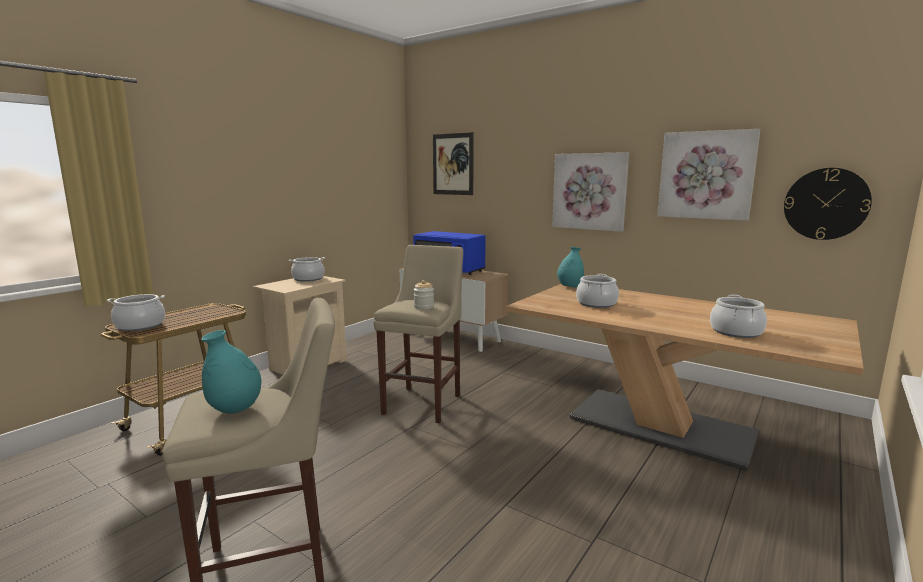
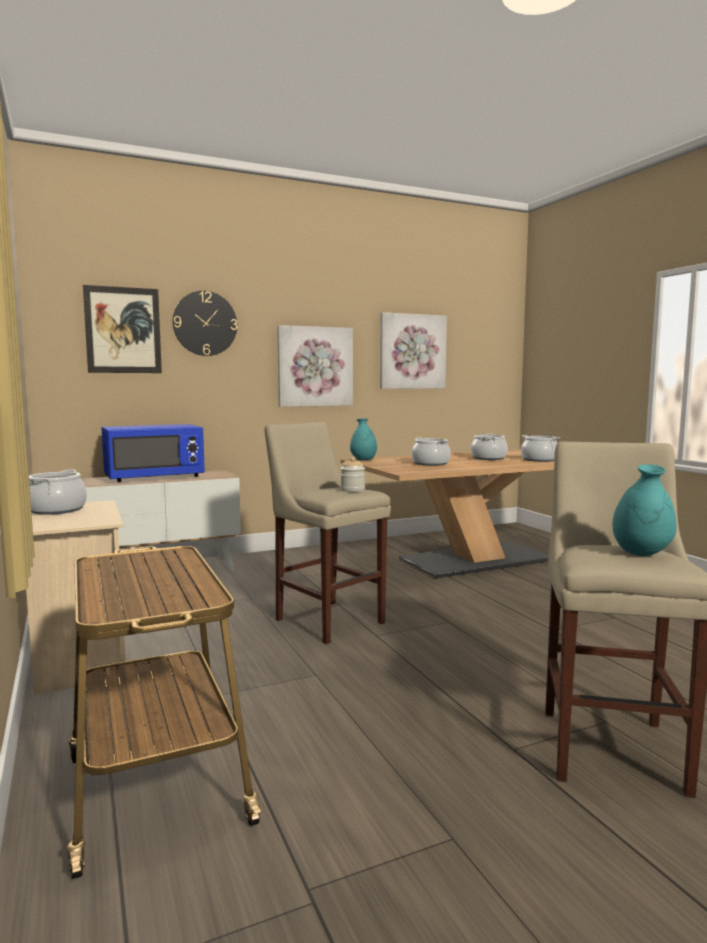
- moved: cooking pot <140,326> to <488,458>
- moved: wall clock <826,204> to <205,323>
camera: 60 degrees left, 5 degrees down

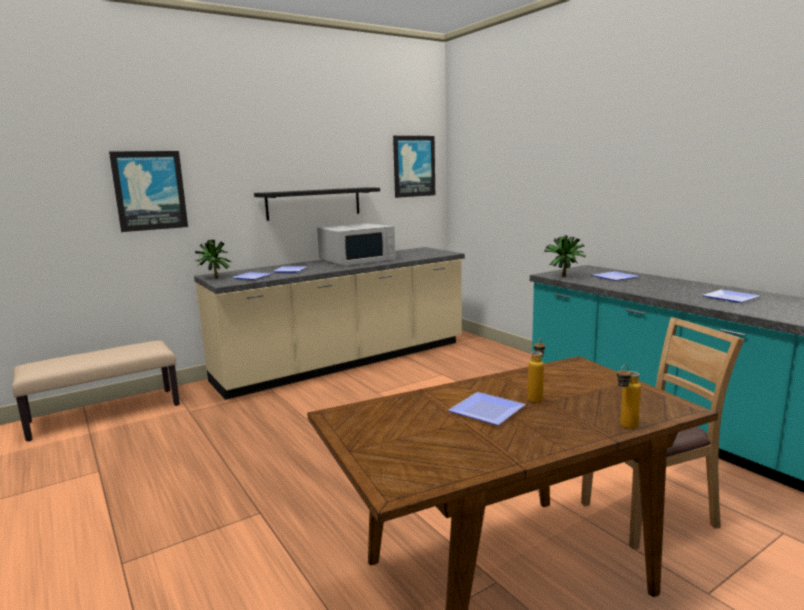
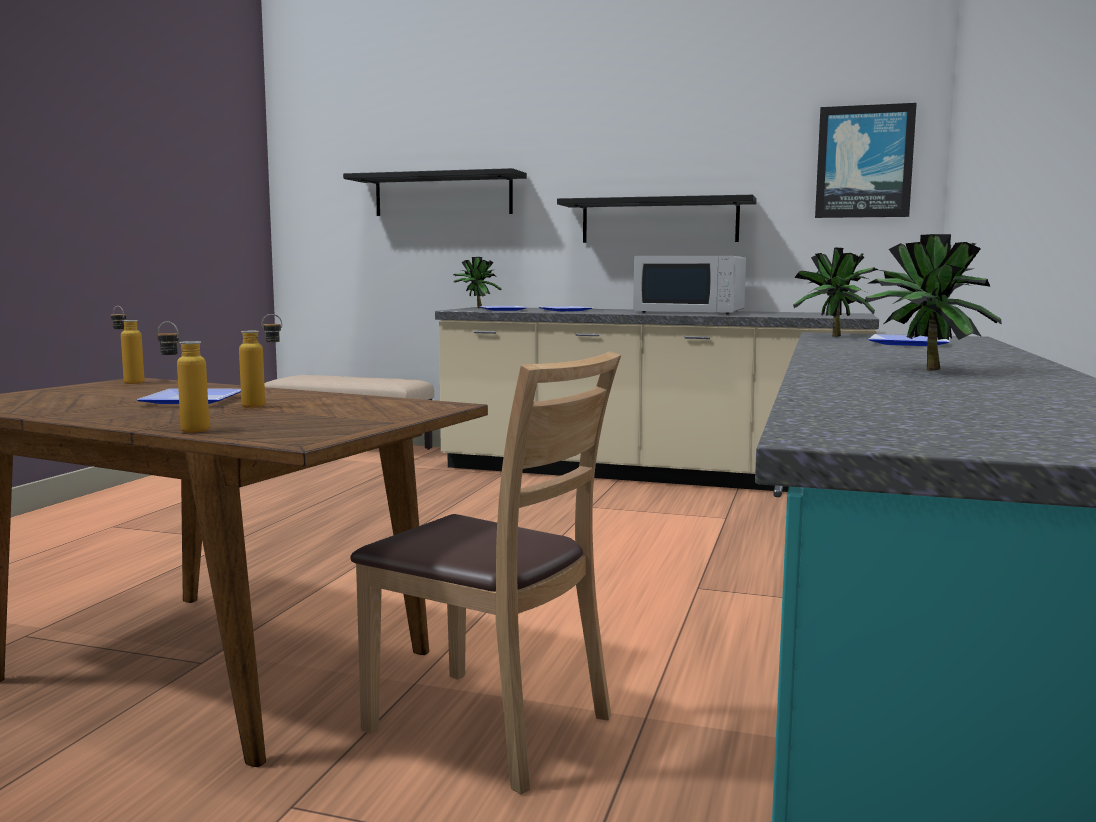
- added: bottle <129,382>
- replaced: picture <149,190> to black shelf <443,195>
- replaced: plate <731,299> to potted plant <922,370>
camera: 50 degrees right, 5 degrees down

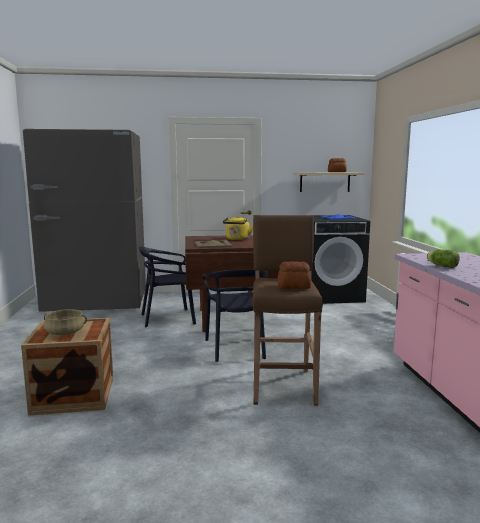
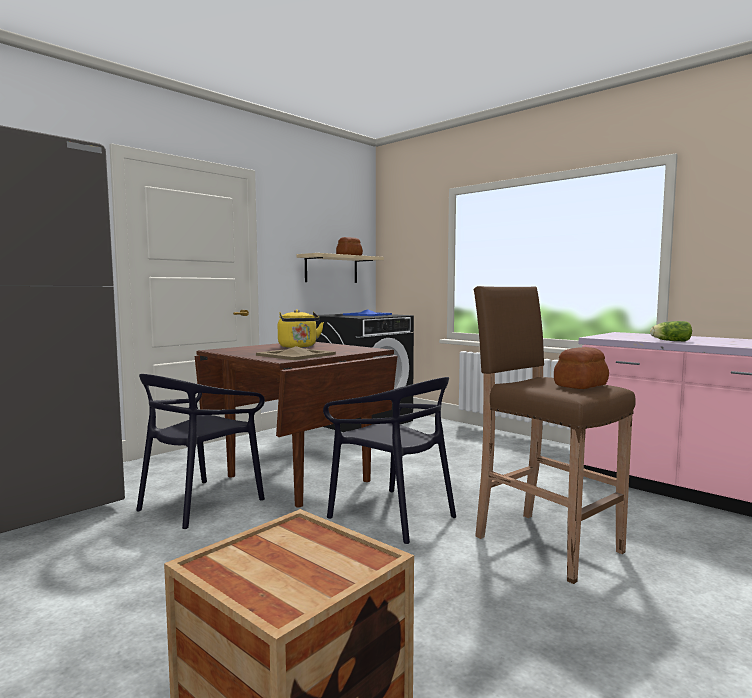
- removed: beige cooking pot <65,333>
camera: 40 degrees left, 5 degrees down

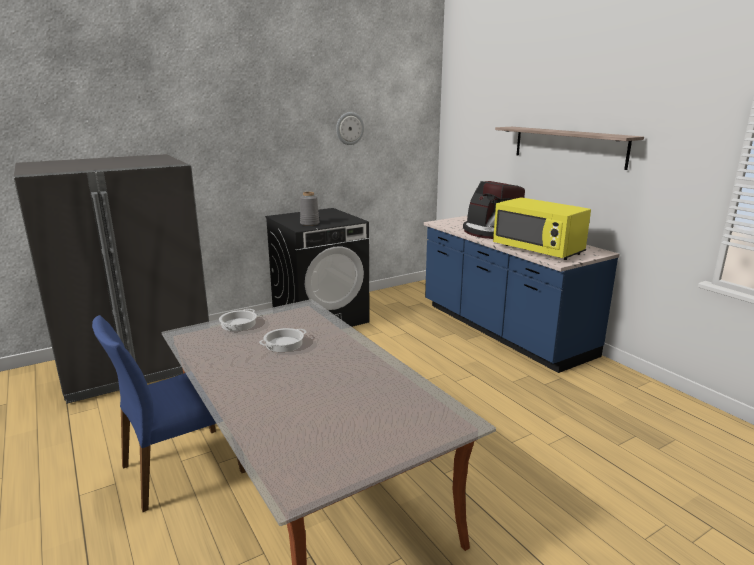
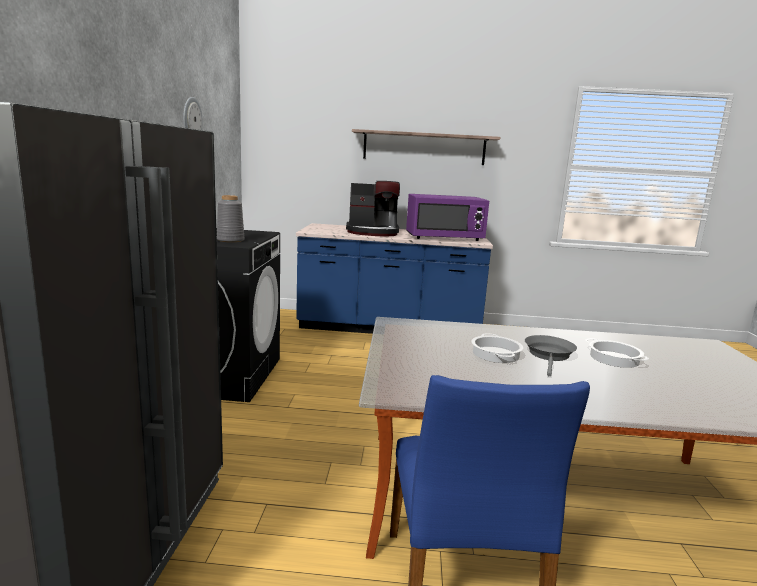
- added: grey frying pan <549,355>
- moved: cooking pot <238,324> to <615,358>
- recoloured: yellow microwave <538,250> to purple microwave <444,238>
camera: 55 degrees left, 5 degrees down

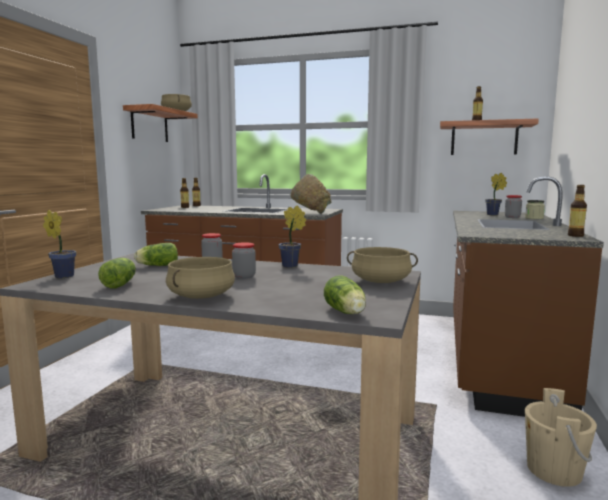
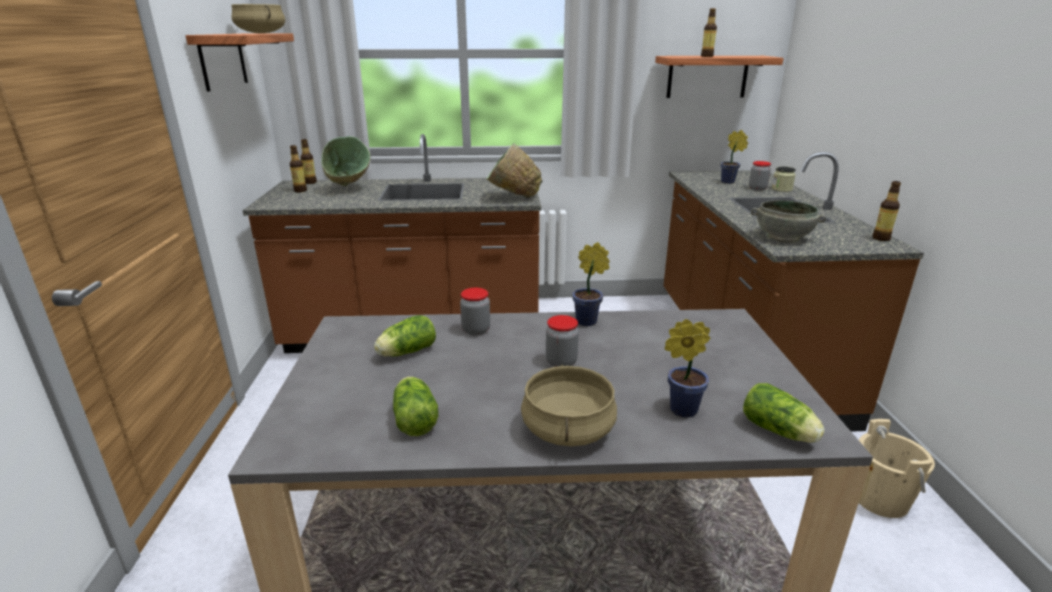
- removed: beige cooking pot <381,281>
- added: green bowl <349,189>
- added: grey bowl <783,237>
- moved: potted plant <62,276> to <679,409>
camera: 20 degrees left, 15 degrees up

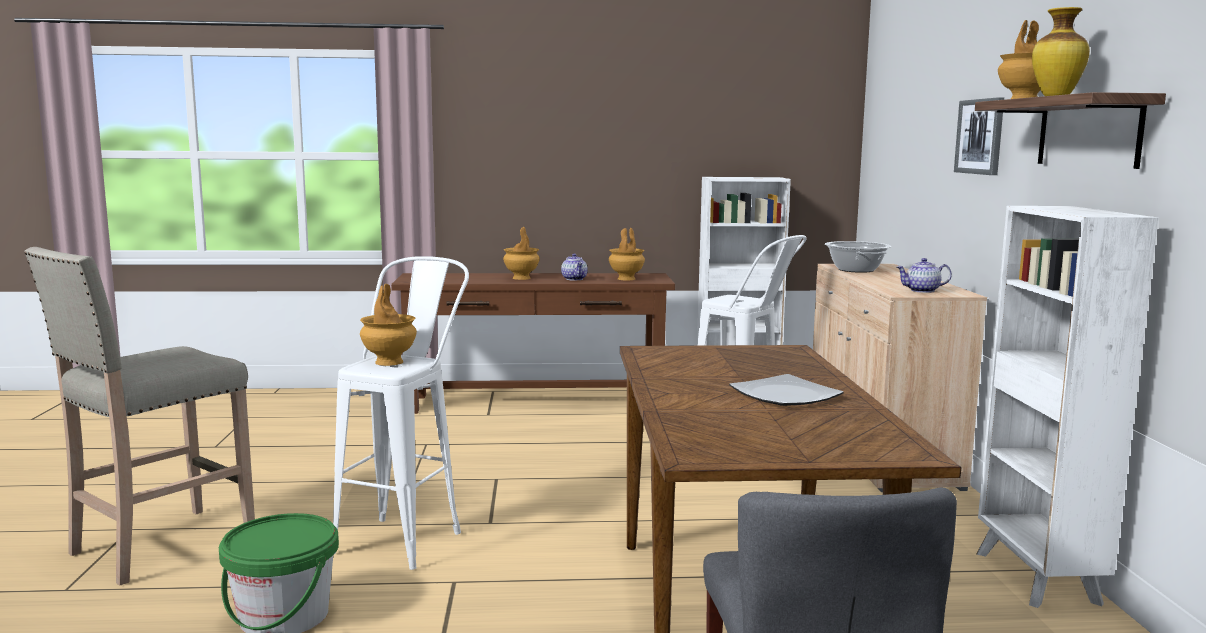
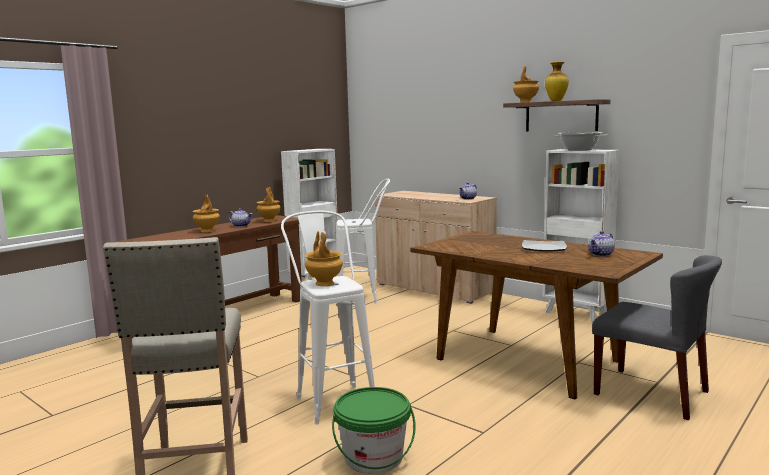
- removed: picture <980,136>
- added: teapot <601,254>
- moved: cooking pot <855,270> to <579,149>
camera: 45 degrees left, 0 degrees up

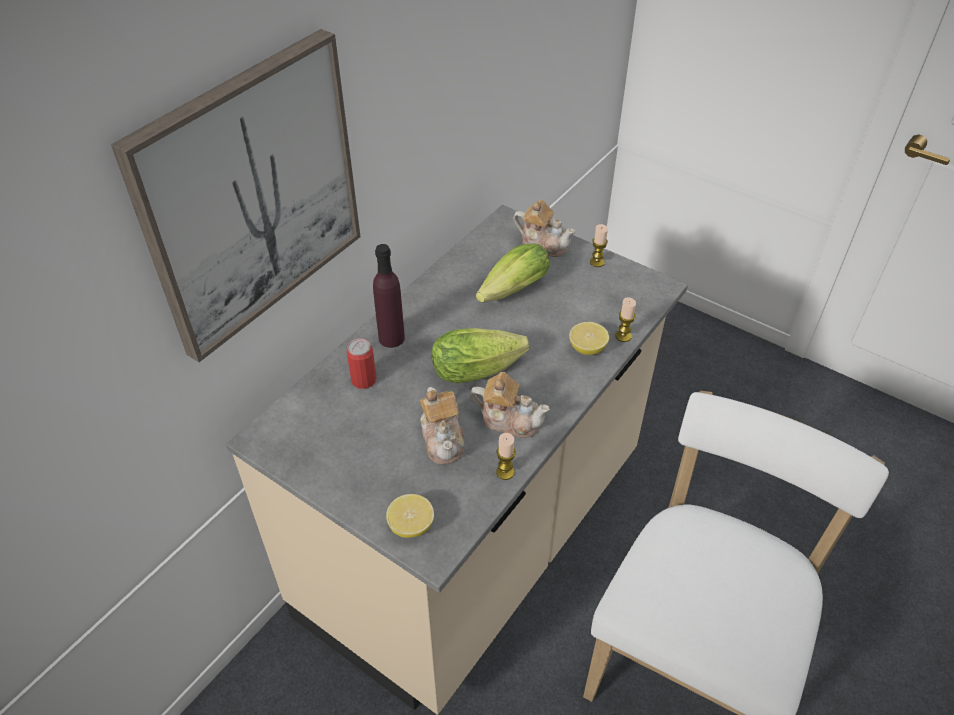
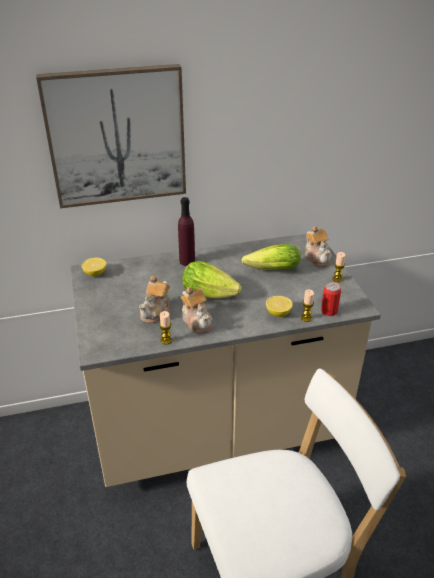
- moved: can <363,380> to <329,311>
- moved: lemon <411,526> to <95,273>
camera: 40 degrees right, 10 degrees down

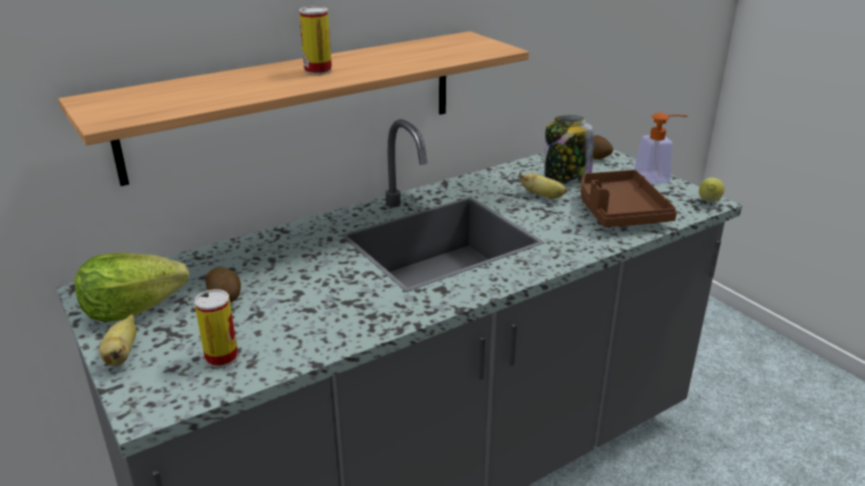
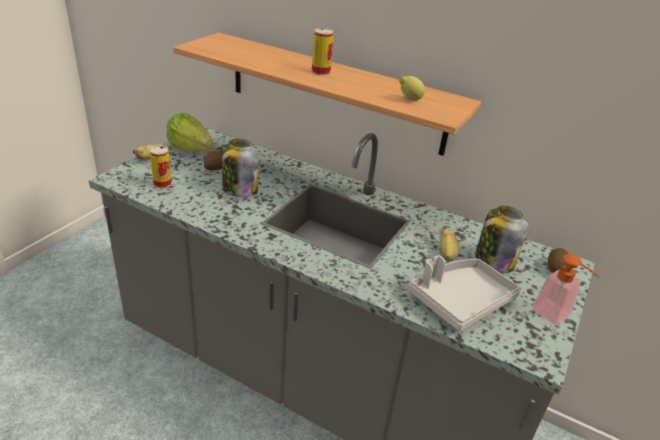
- added: jar <239,189>
- moved: lemon <708,202> to <409,99>
- recoloured: brown tray <619,211> to grey tray <460,300>
camera: 60 degrees right, 5 degrees up

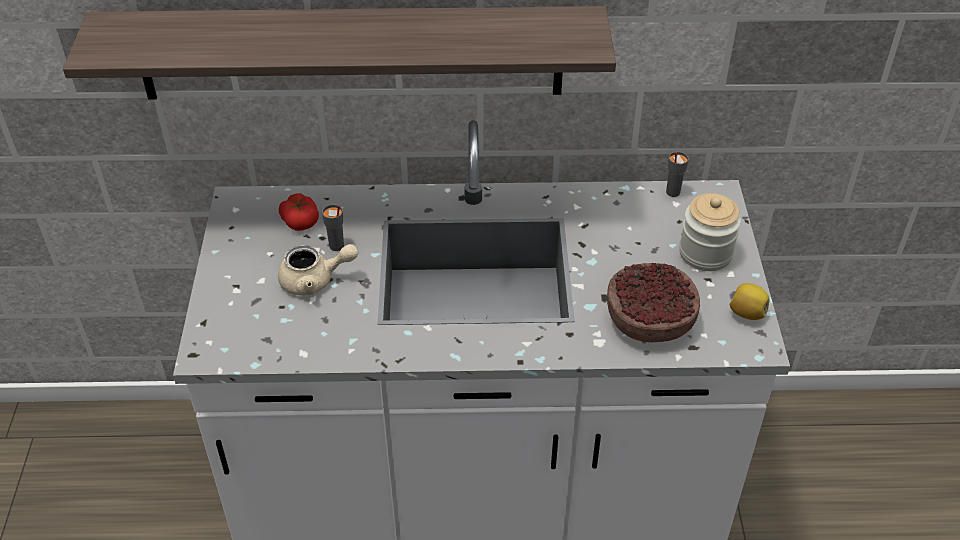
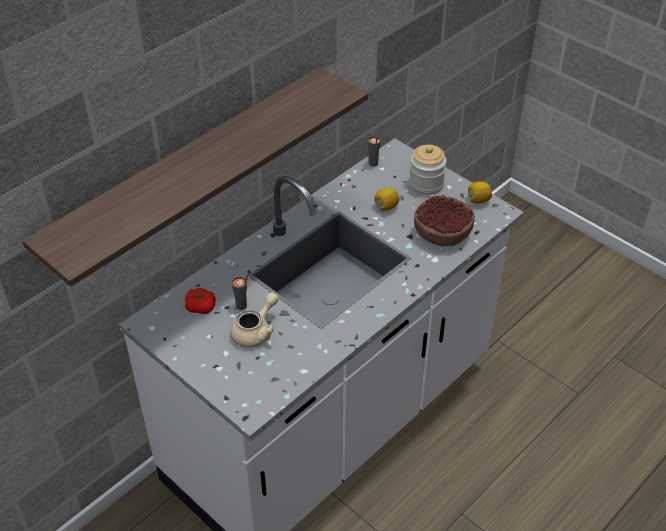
- added: lemon <386,207>
camera: 45 degrees left, 0 degrees up

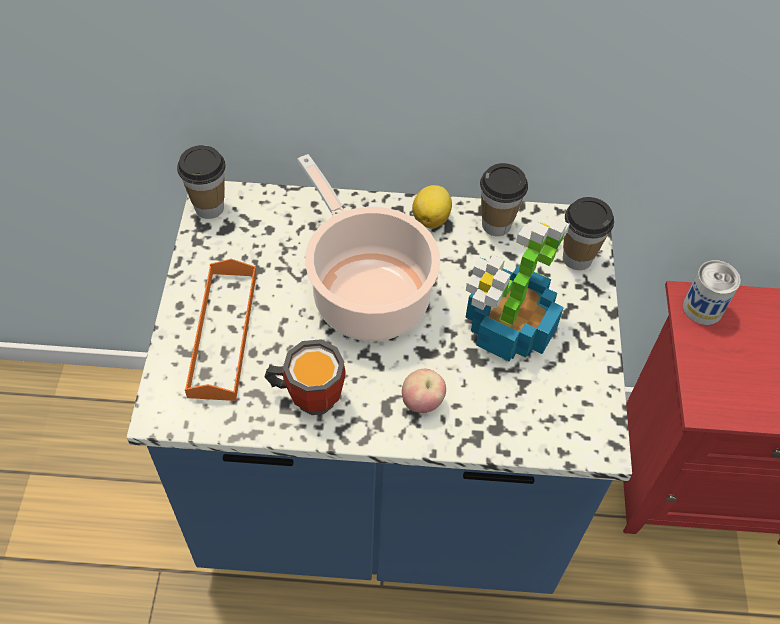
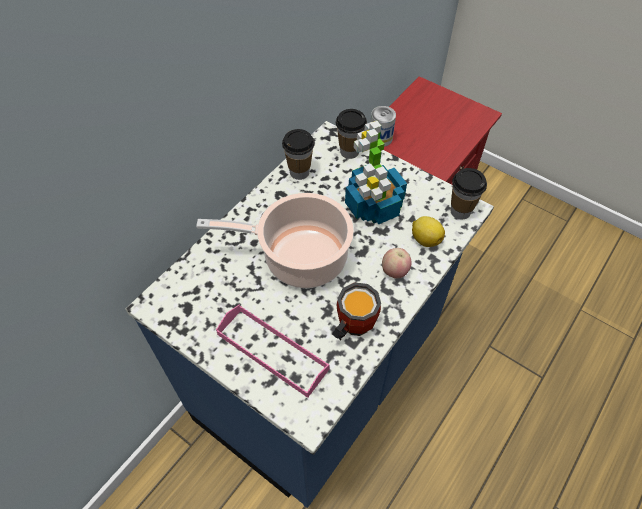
- moved: cup <209,207> to <460,211>
- moved: lemon <431,218> to <425,239>
- recoloured: orange tray <223,334> to pink tray <272,351>
camera: 55 degrees left, 0 degrees up

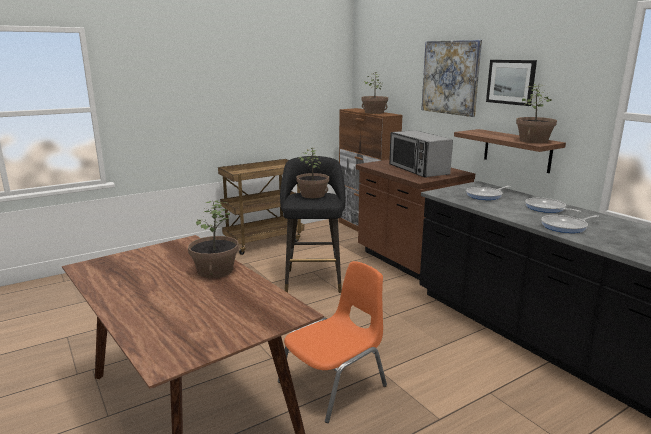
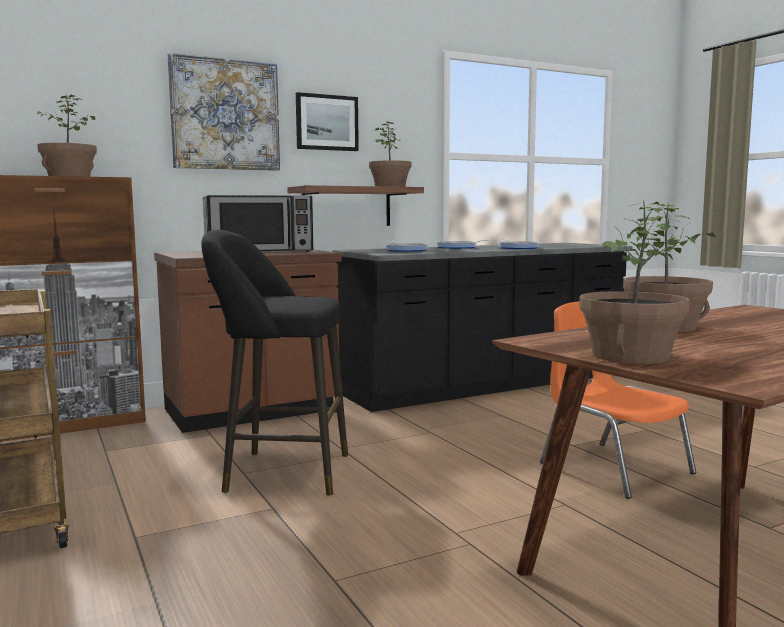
- moved: potted plant <313,195> to <629,356>
camera: 85 degrees left, 10 degrees down

